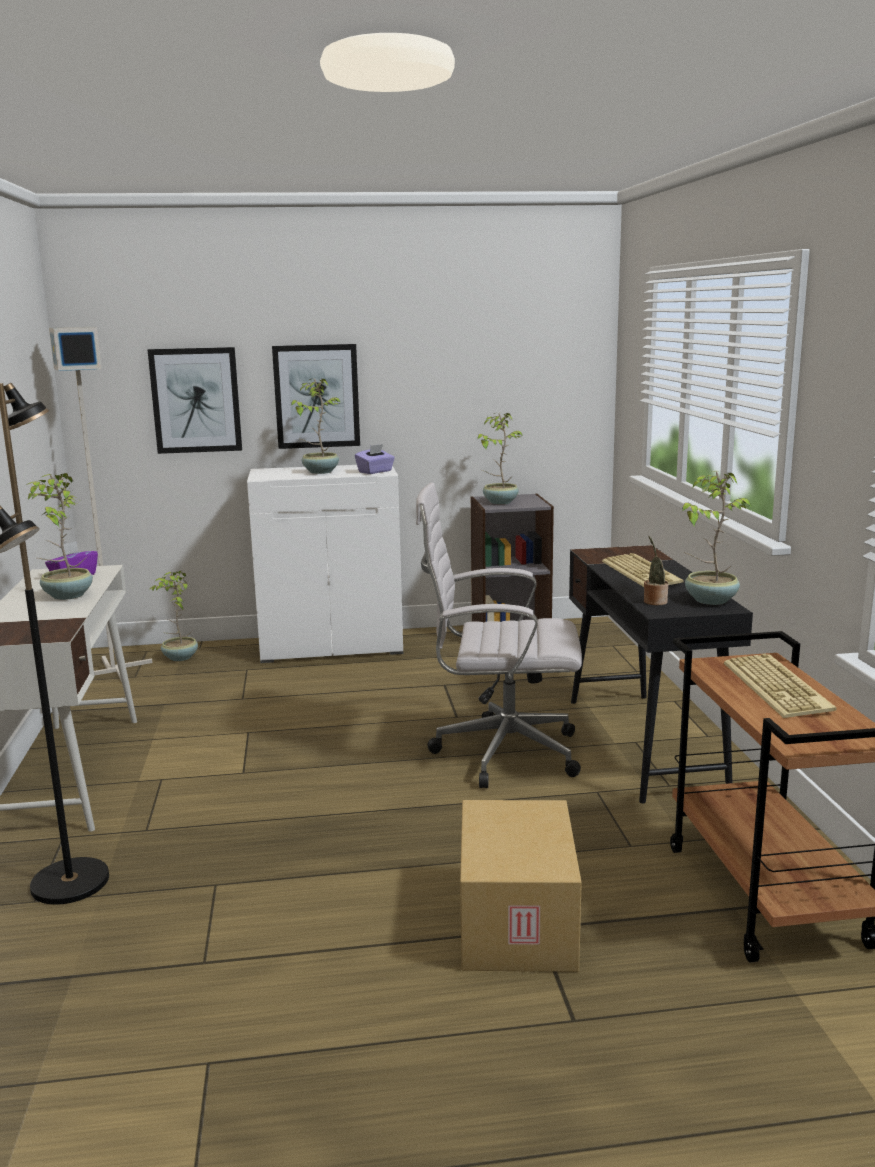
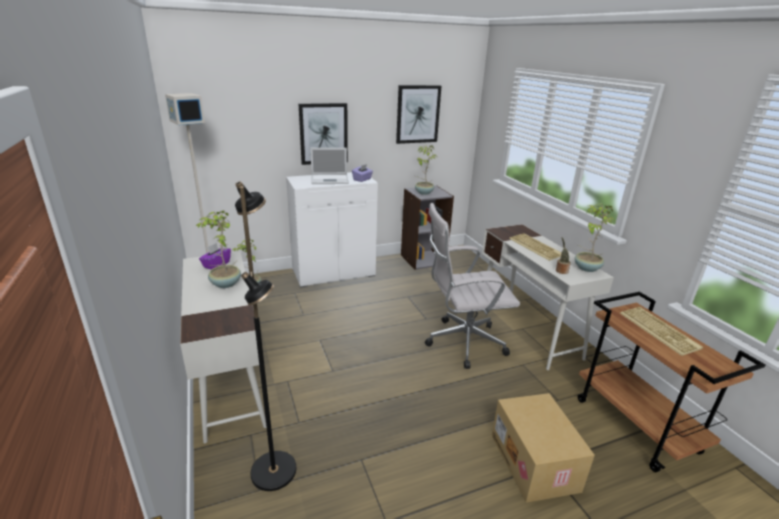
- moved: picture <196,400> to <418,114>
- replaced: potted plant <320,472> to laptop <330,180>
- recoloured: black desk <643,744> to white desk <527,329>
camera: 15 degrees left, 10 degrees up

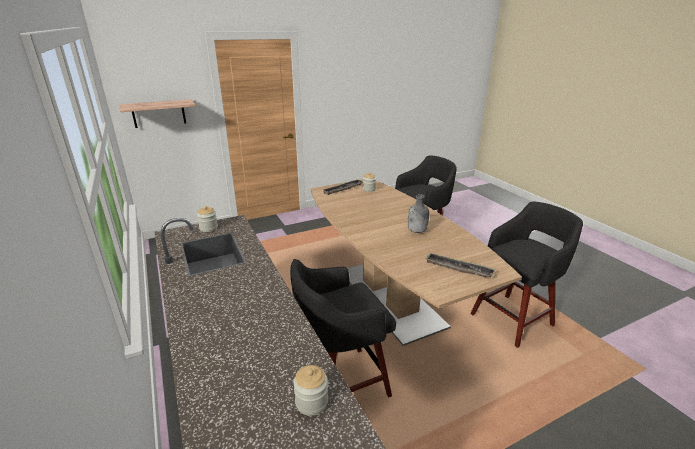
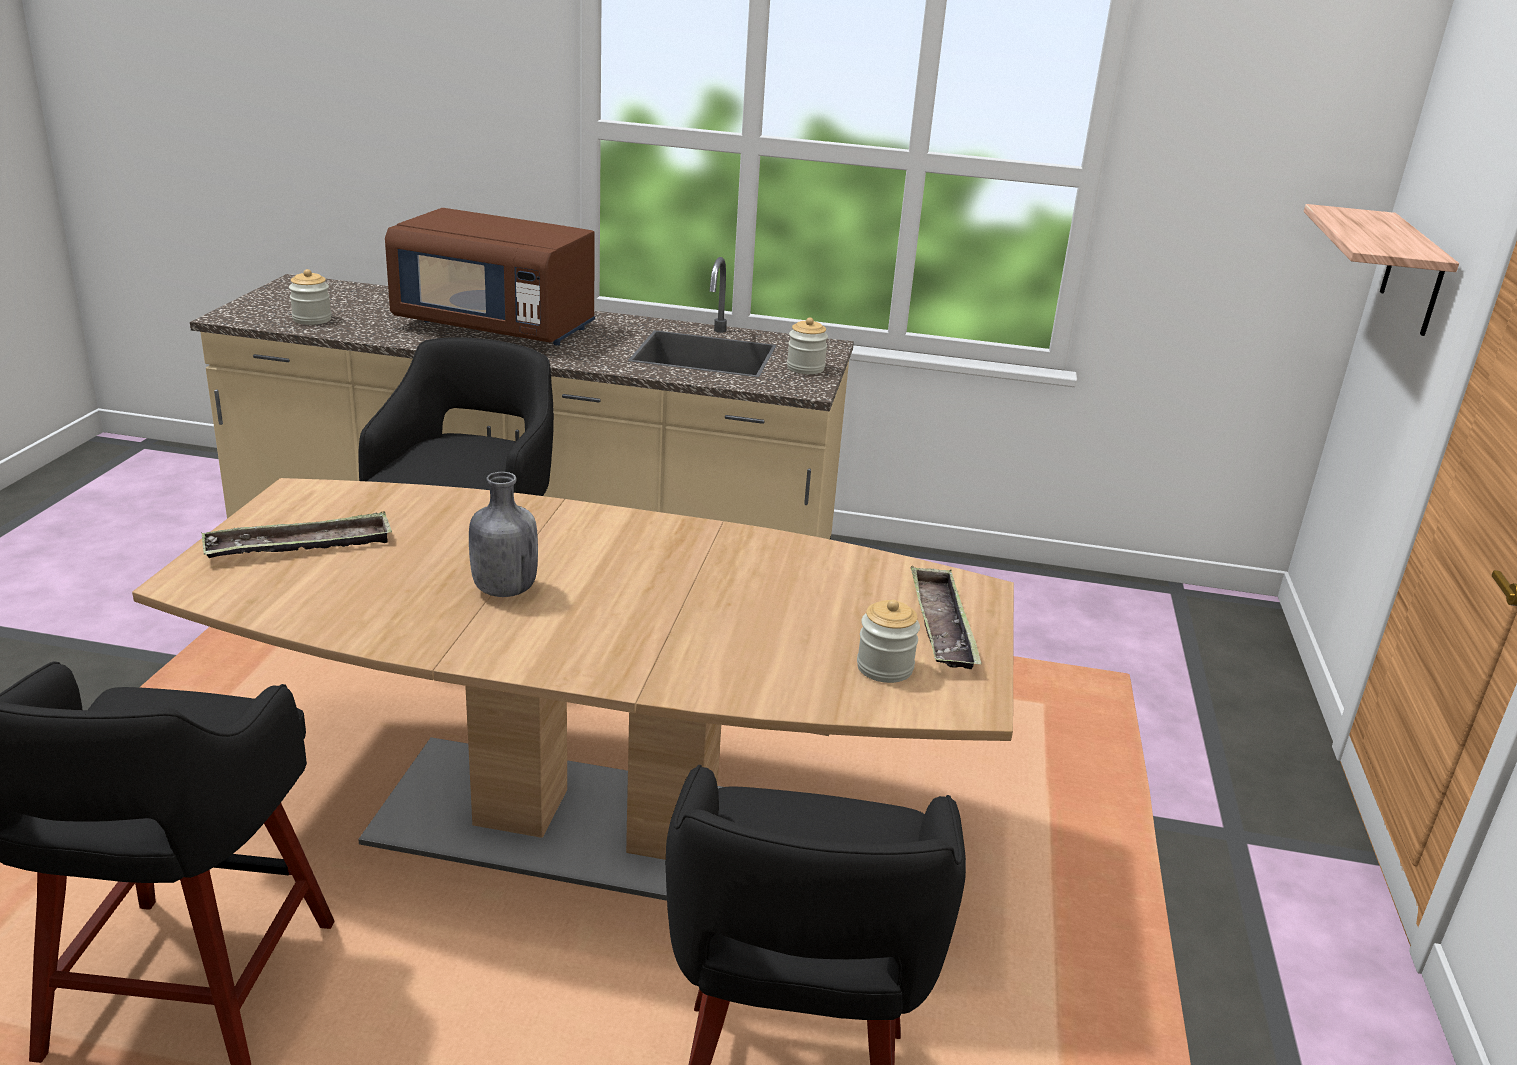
- added: brown microwave <496,327>
camera: 125 degrees right, 0 degrees up

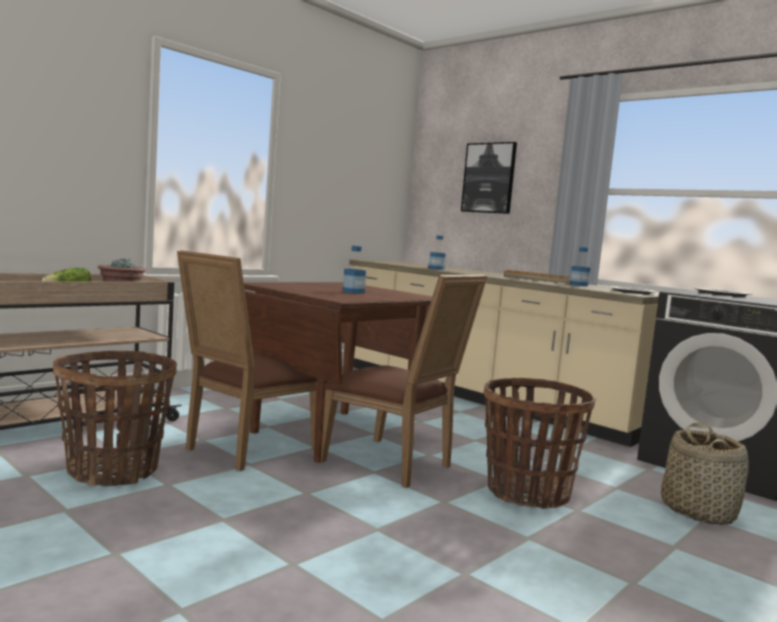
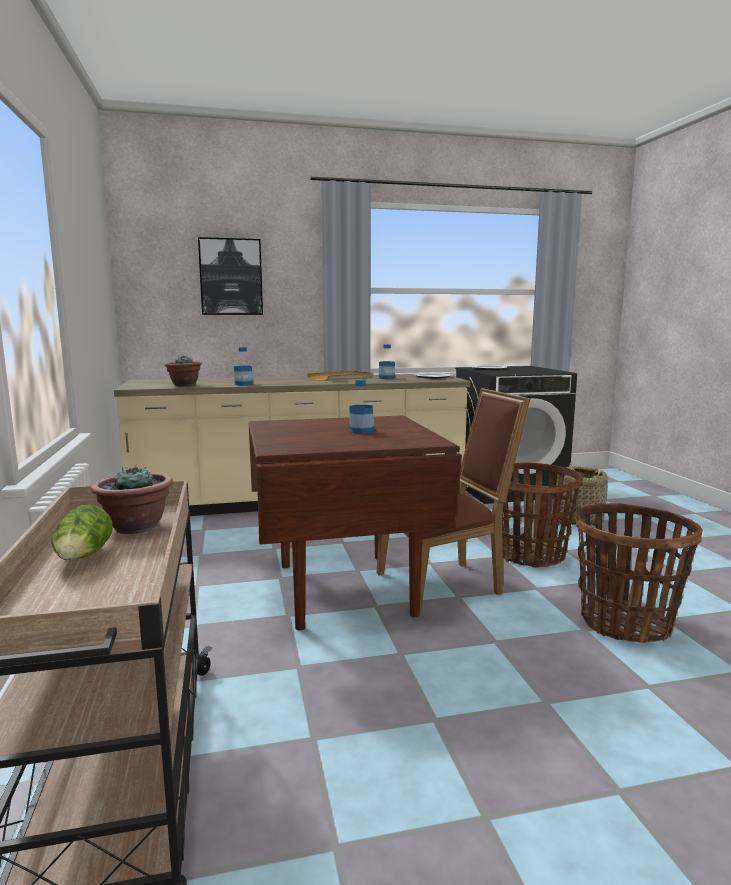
- removed: brown chair <245,449>
- added: potted plant <184,385>
- moved: basket <113,471> to <625,623>
camera: 55 degrees left, 5 degrees up

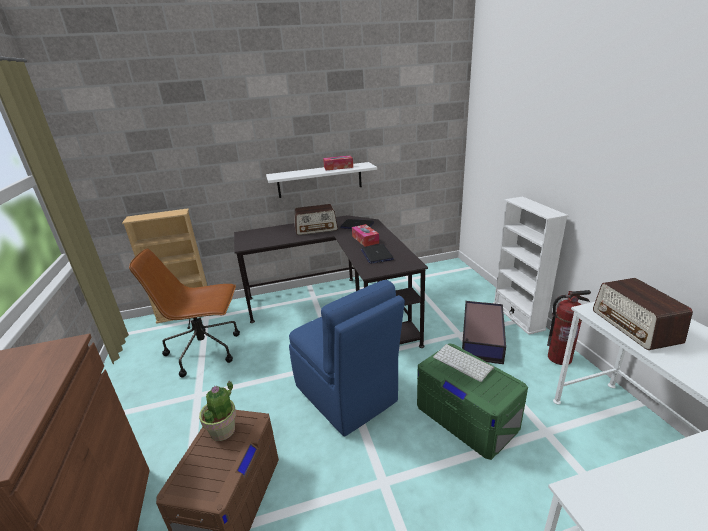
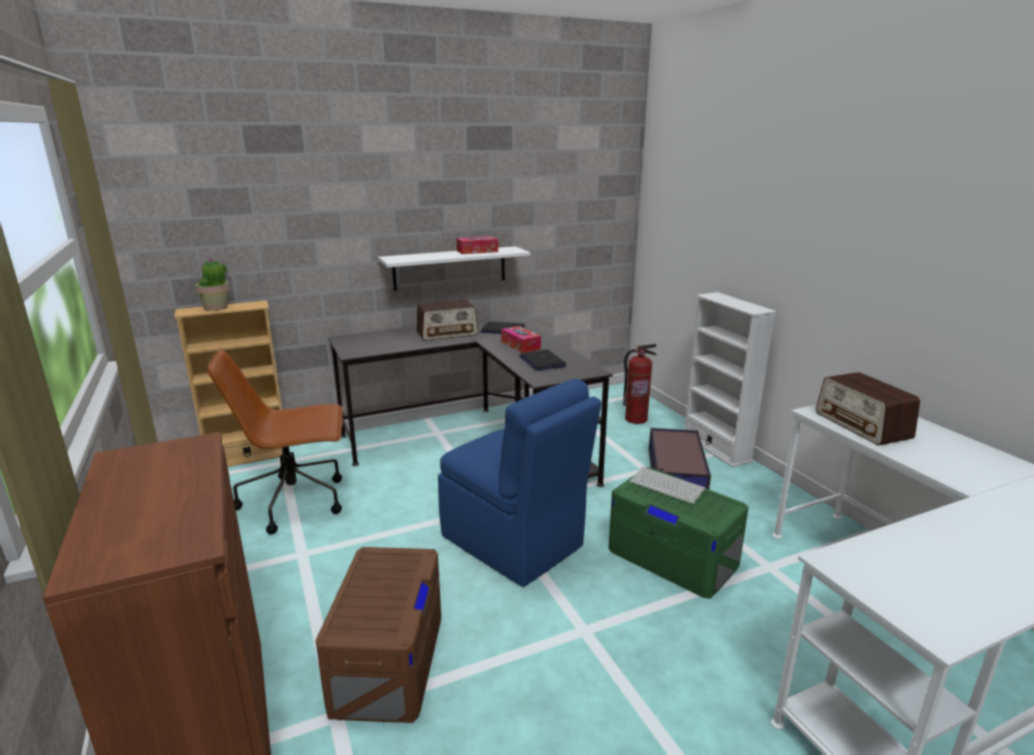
- moved: potted plant <223,430> to <216,307>
- moved: fire extinguisher <559,358> to <636,419>
camera: 10 degrees left, 5 degrees down

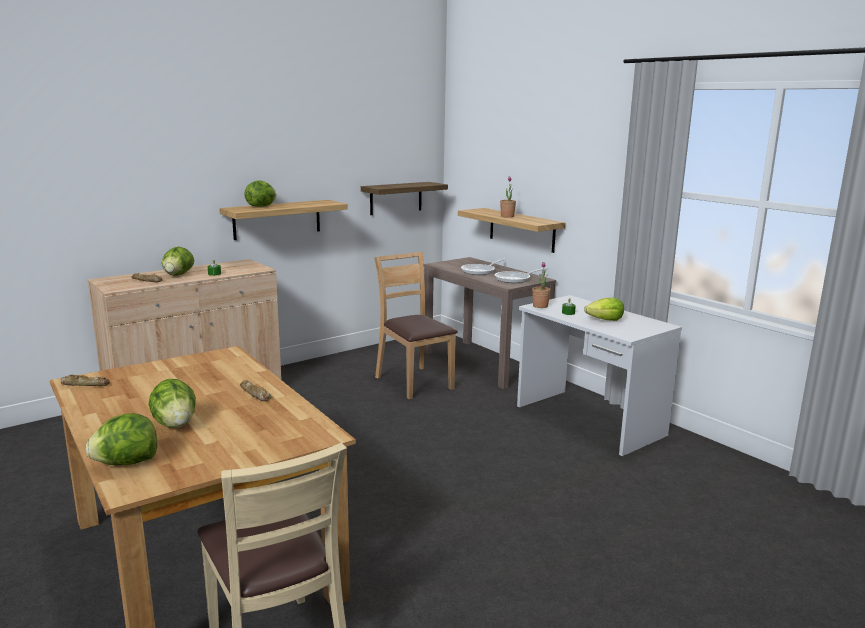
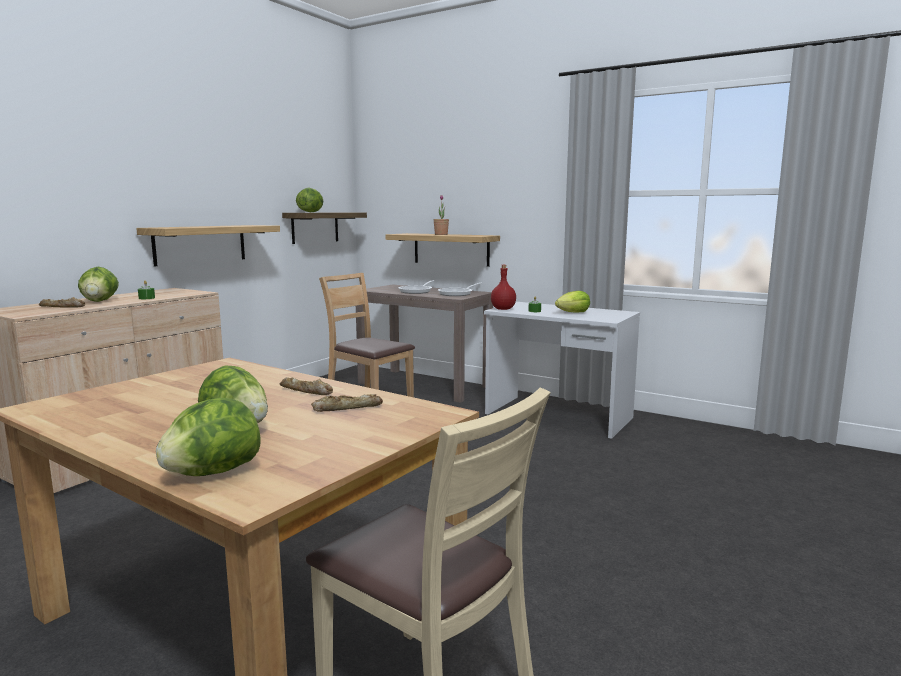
- moved: bread <85,384> to <347,408>
- moved: lettuce <262,206> to <311,212>
- replaced: potted plant <540,306> to red bottle <503,309>
camera: 20 degrees left, 5 degrees down

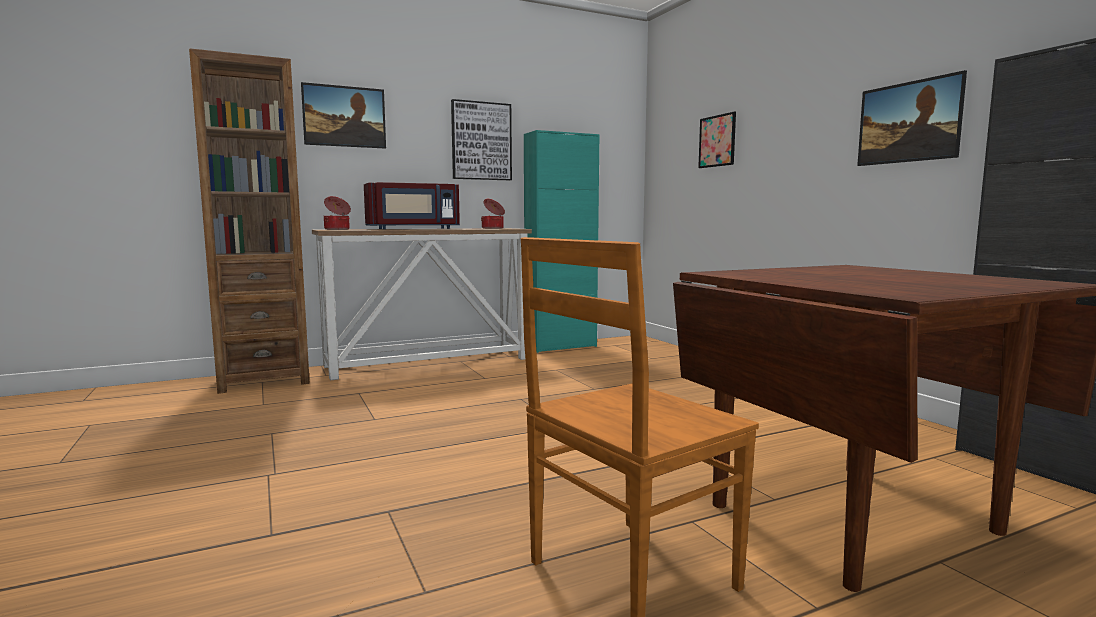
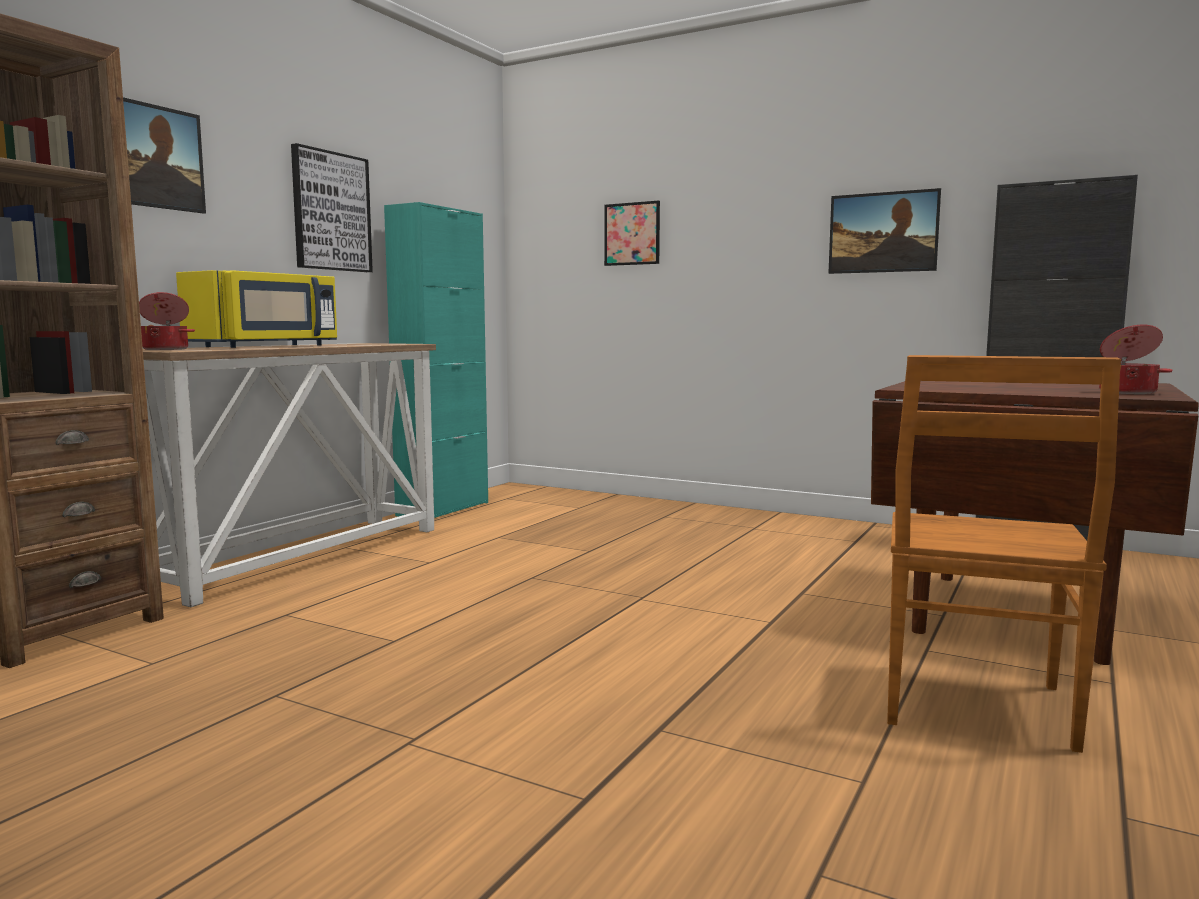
- moved: cooking pot <493,228> to <1127,392>
- recoloured: red microwave <413,228> to yellow microwave <267,346>
camera: 35 degrees left, 0 degrees up

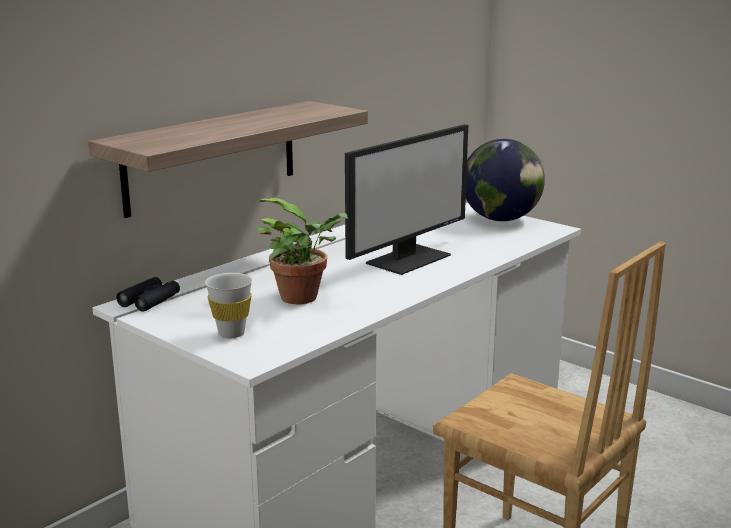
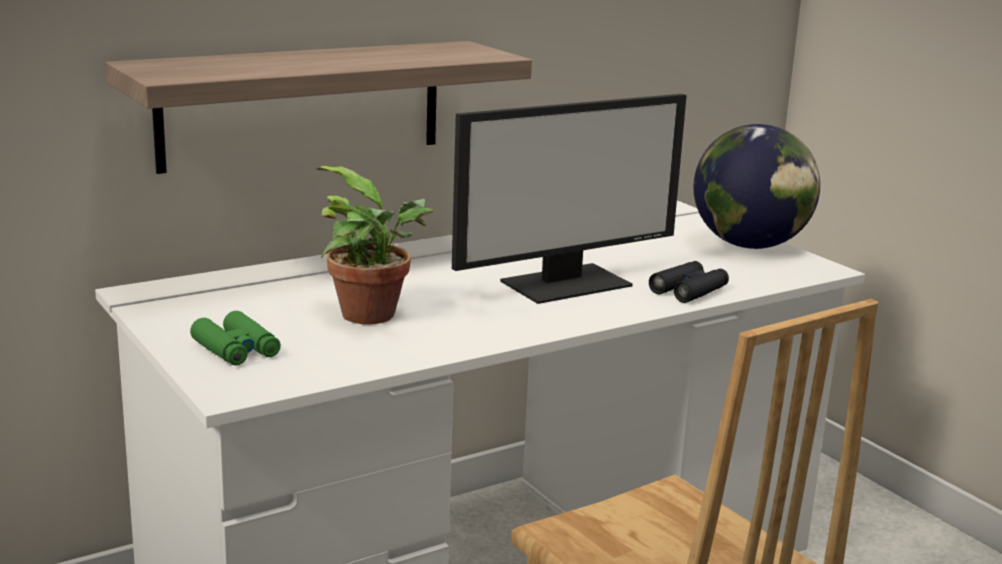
- moved: black binoculars <149,300> to <689,290>
- replaced: white cup <231,333> to green binoculars <236,350>
camera: 15 degrees right, 0 degrees up

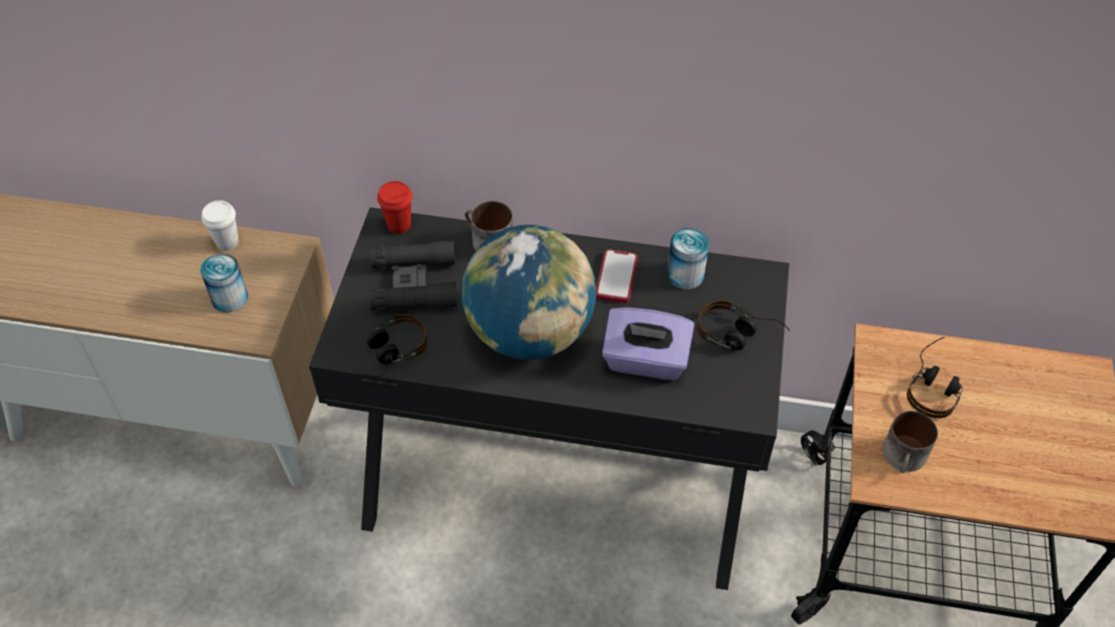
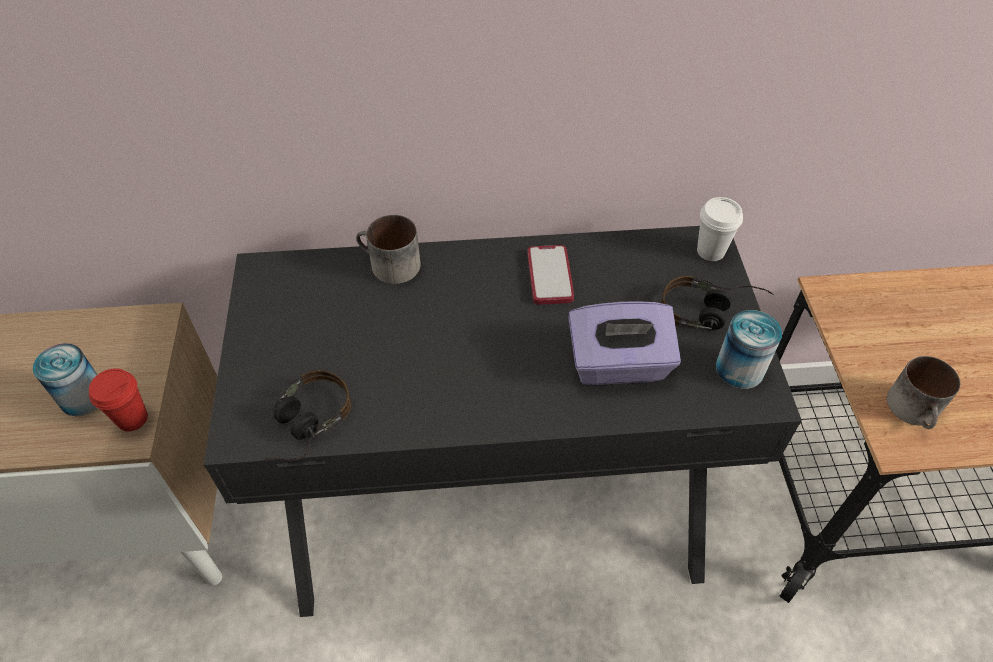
- removed: black binoculars <414,283>
- removed: globe <530,333>
- removed: headphones <935,386>
- moved: white cup <227,242> to <710,251>
- moved: red cup <399,225> to <132,419>
- moved: can <685,275> to <739,369>
camera: 15 degrees left, 0 degrees up

